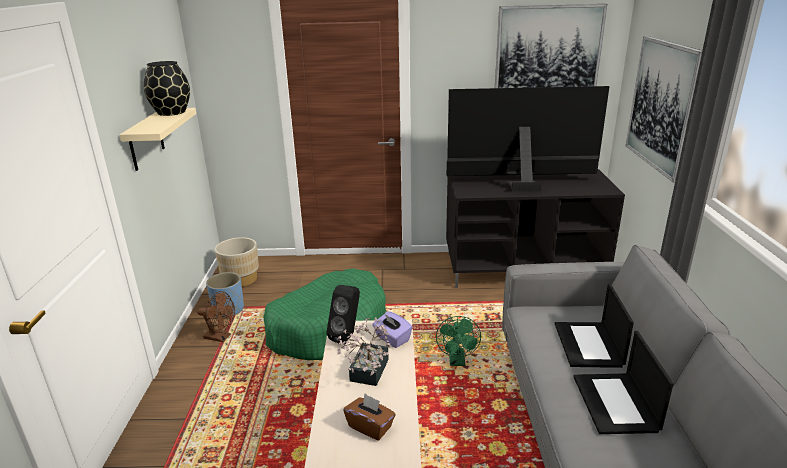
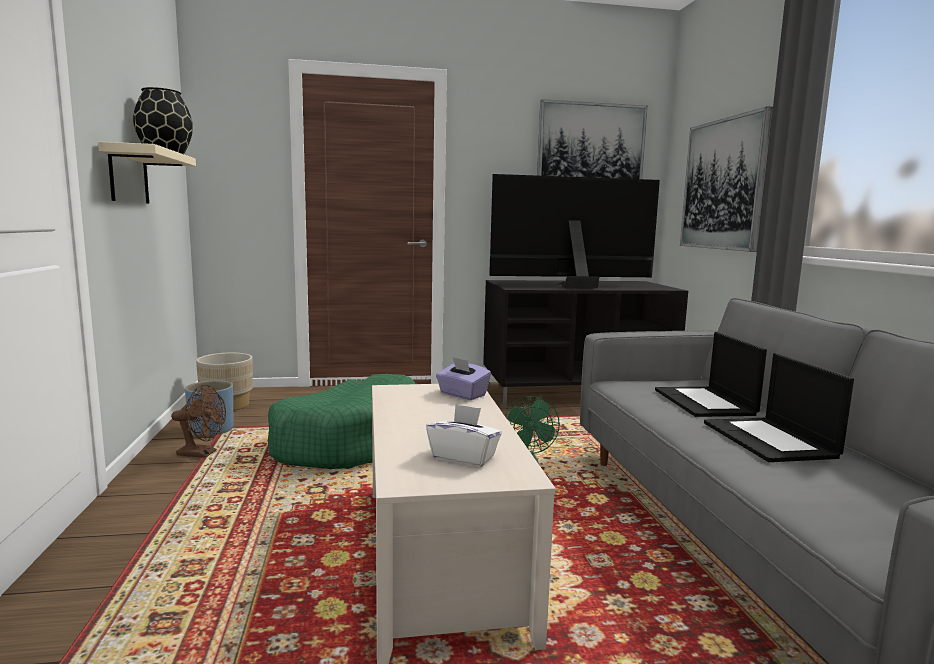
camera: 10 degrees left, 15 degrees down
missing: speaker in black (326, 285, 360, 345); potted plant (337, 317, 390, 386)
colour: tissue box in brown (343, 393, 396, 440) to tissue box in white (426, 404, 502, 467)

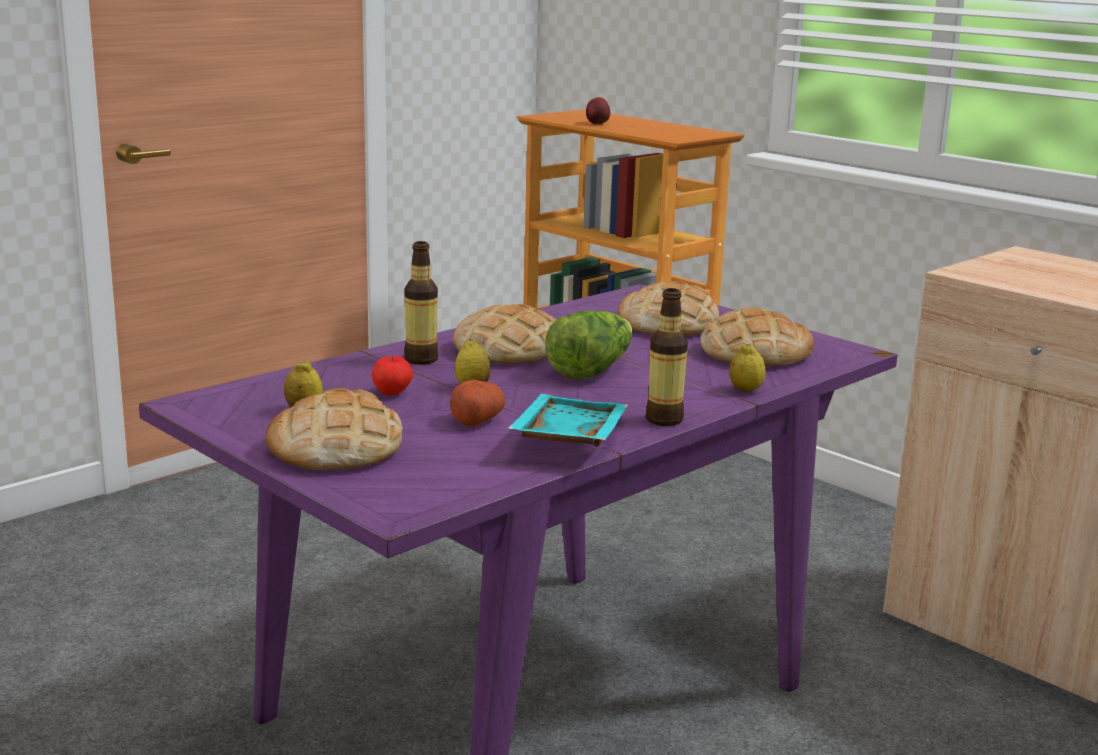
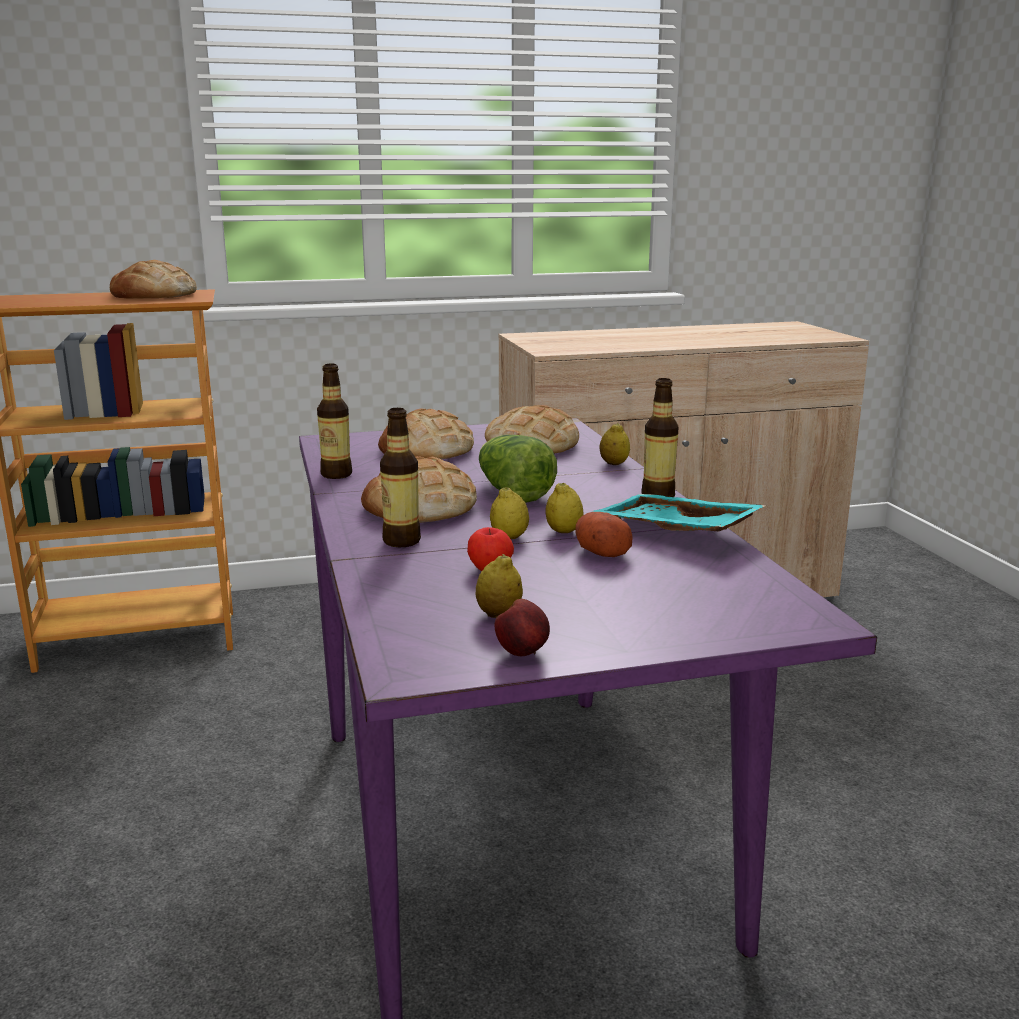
camera: 60 degrees left, 0 degrees up
appeared: bottle (317, 364, 352, 479); lemon (545, 482, 583, 533)
relocated: bread (265, 388, 403, 470) to (110, 260, 197, 299); apple (586, 97, 610, 124) to (494, 599, 550, 656)

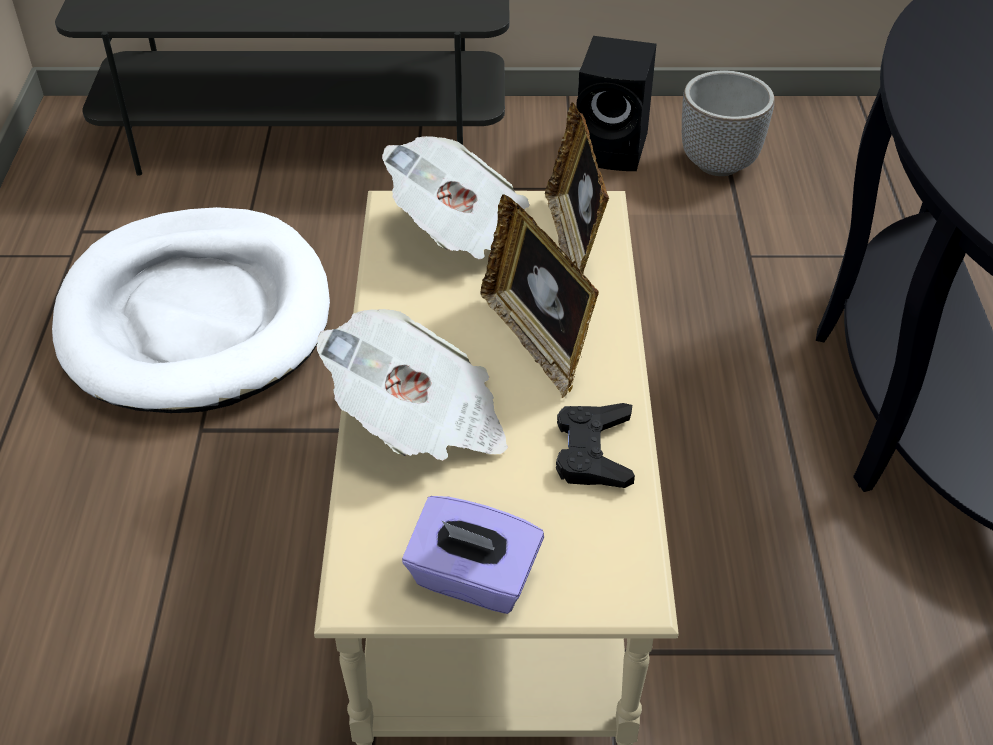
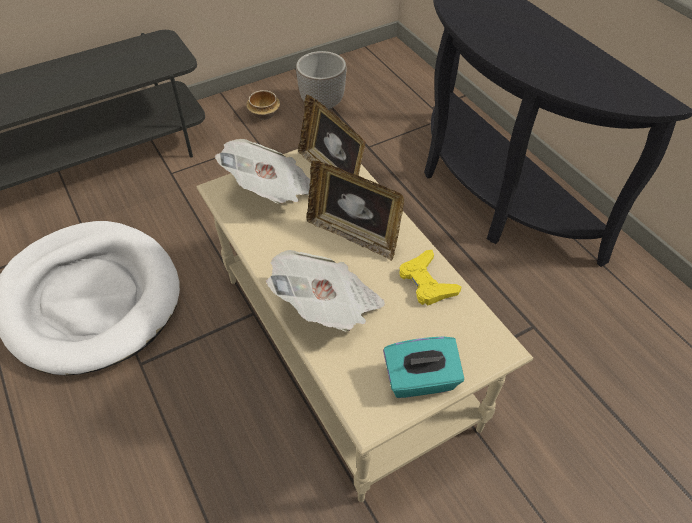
camera: 30 degrees left, 5 degrees up
exchanged: speaker in black (576, 36, 657, 171) to bowl (246, 90, 280, 120)
colour: tissue box in purple (402, 496, 544, 614) to tissue box in turquoise (383, 337, 464, 398); game controller in black (556, 403, 635, 488) to game controller in yellow (399, 250, 462, 305)

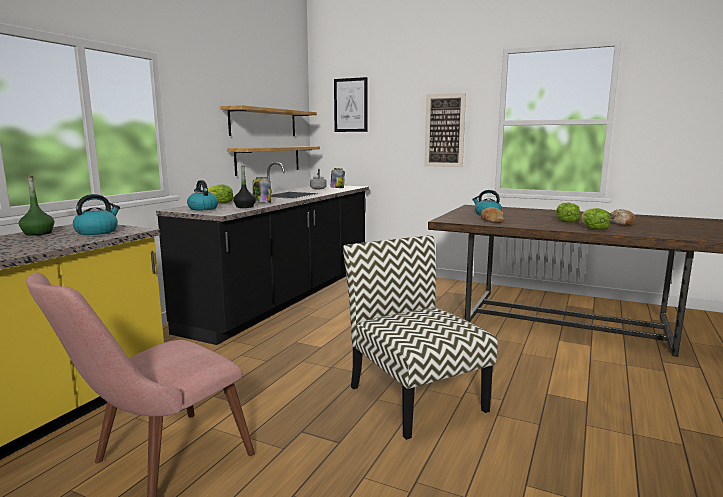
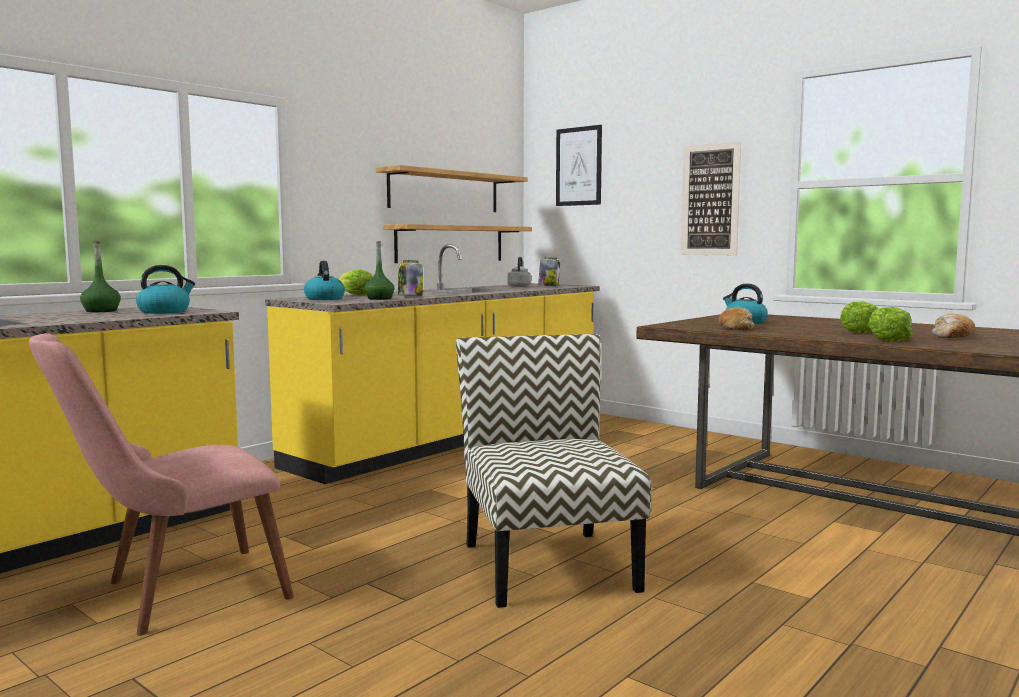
camera: 15 degrees right, 5 degrees down
colour: counter in black (156, 162, 369, 345) to counter in yellow (265, 244, 600, 484); bottle in black (233, 165, 256, 208) to bottle in green (364, 241, 395, 300)

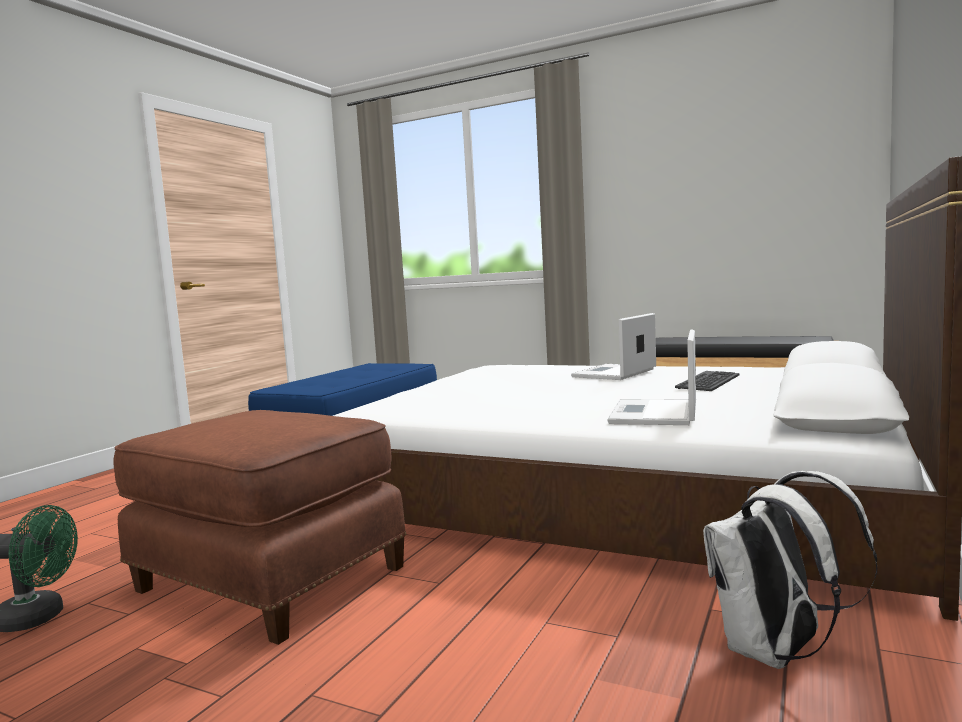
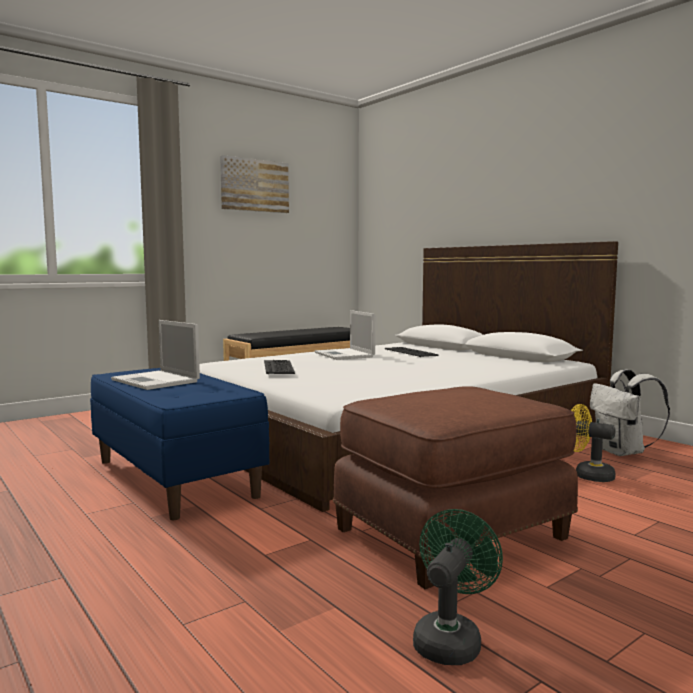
camera: 65 degrees left, 0 degrees up
appeared: picture (220, 155, 289, 213); keyboard (264, 360, 295, 374); fan in yellow (571, 404, 616, 482)
relocated: laptop (607, 329, 696, 425) to (111, 320, 200, 390)

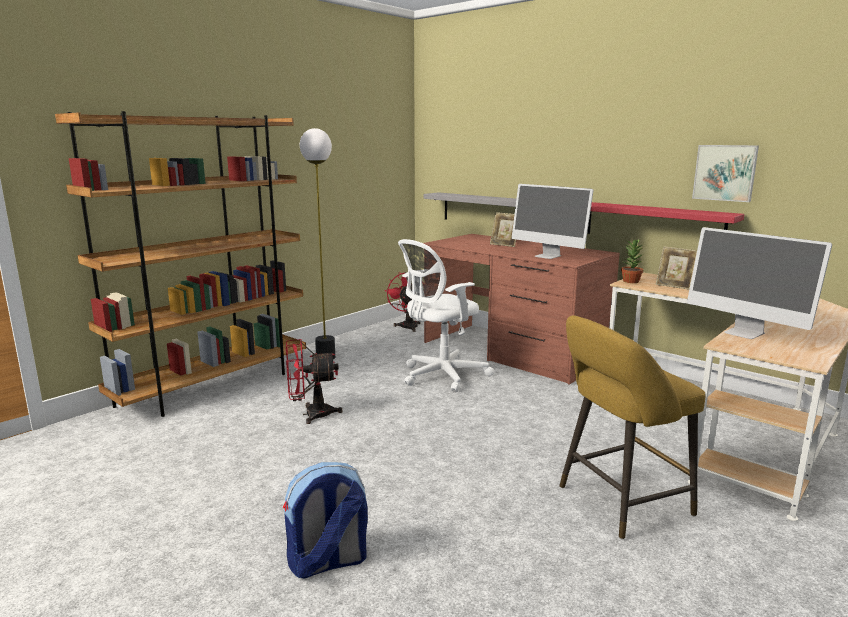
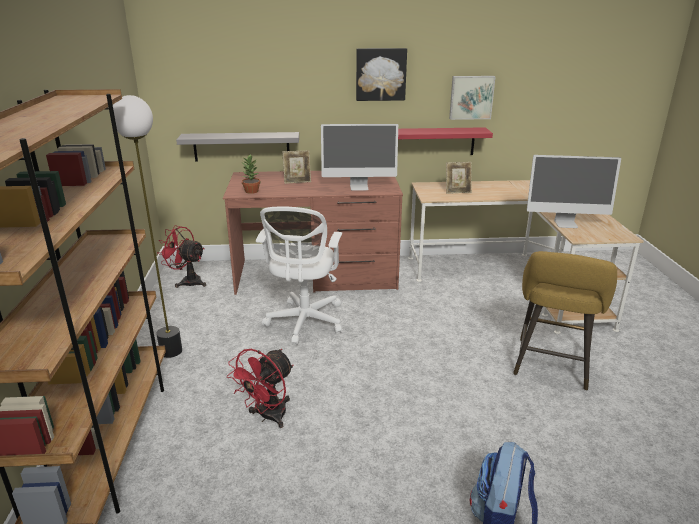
camera: 45 degrees left, 10 degrees up
appeared: picture (356, 48, 407, 101)
relocated: potted plant (621, 239, 644, 283) to (242, 154, 260, 194)

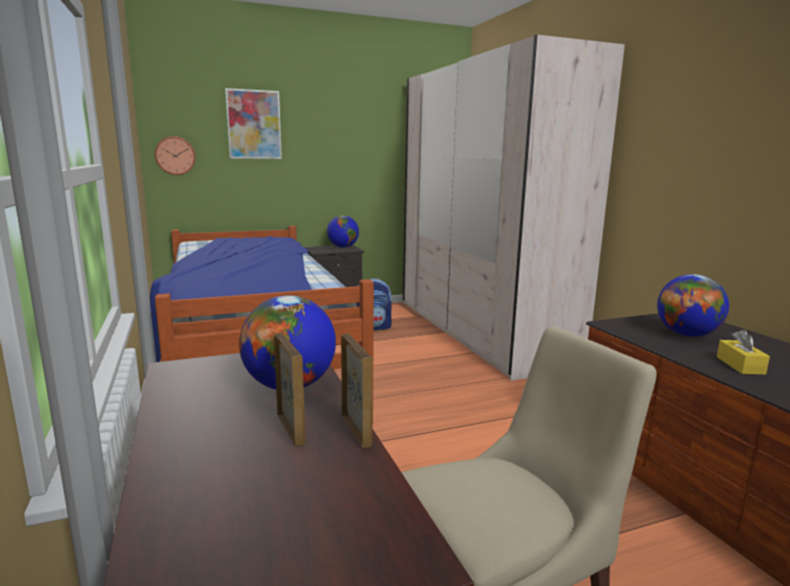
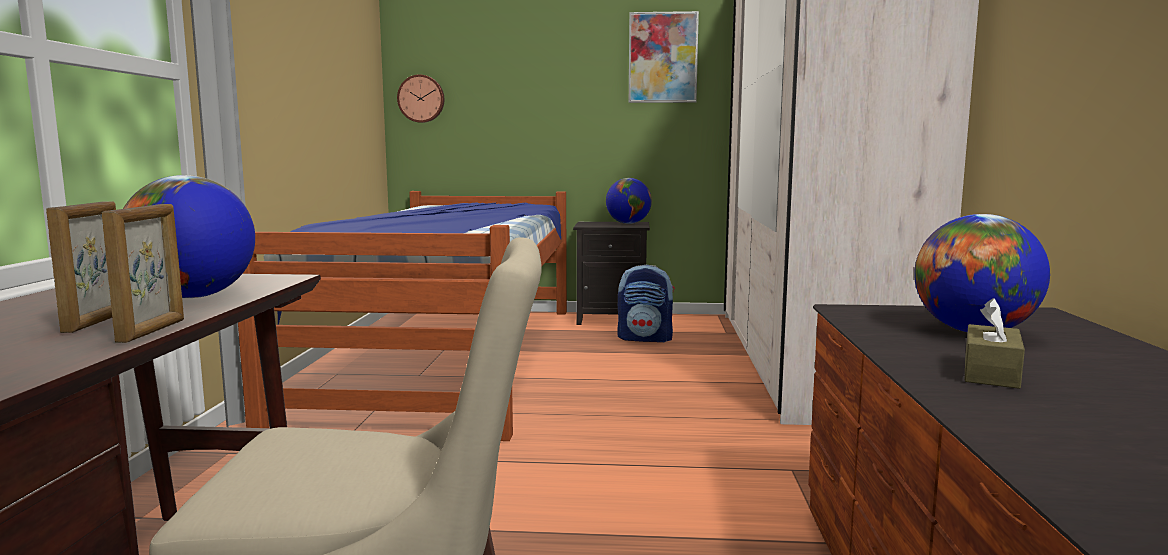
camera: 25 degrees right, 5 degrees down
relocated: picture (225, 88, 282, 159) to (629, 11, 699, 103)
colour: tissue box in yellow (717, 329, 770, 375) to tissue box in brown (965, 298, 1025, 389)

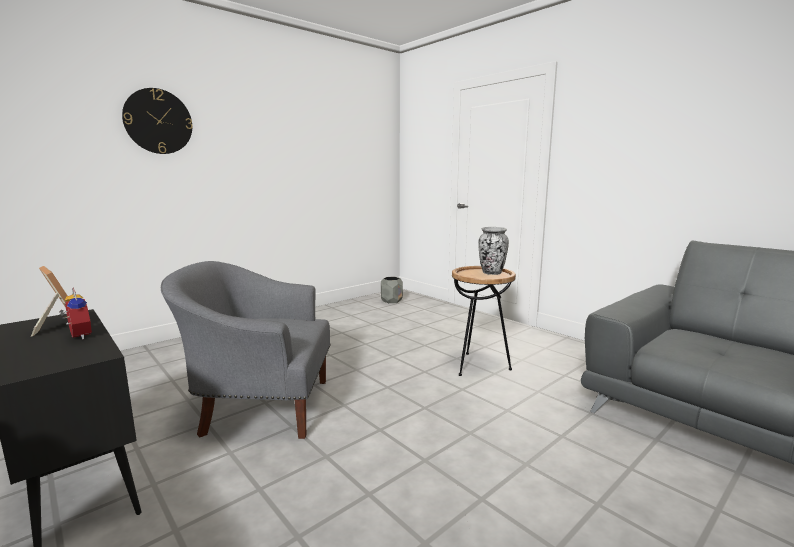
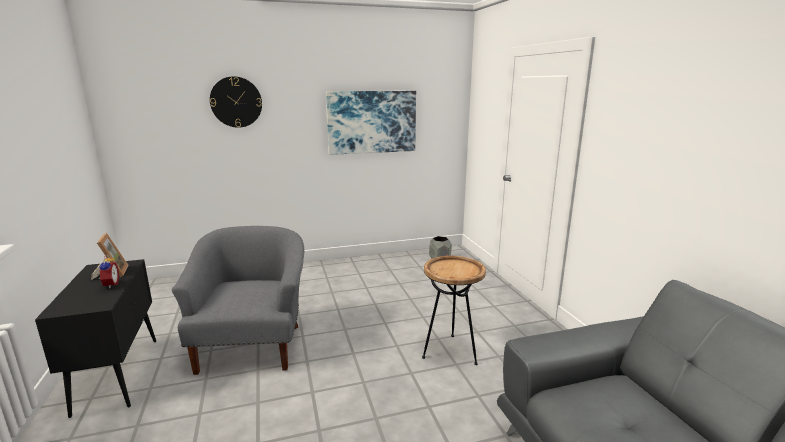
camera: 25 degrees right, 5 degrees up
missing: vase (478, 227, 509, 275)
appeared: picture (326, 91, 416, 155)
spun: armchair in grey (161, 261, 331, 439) = (172, 226, 304, 375) 60 degrees clockwise

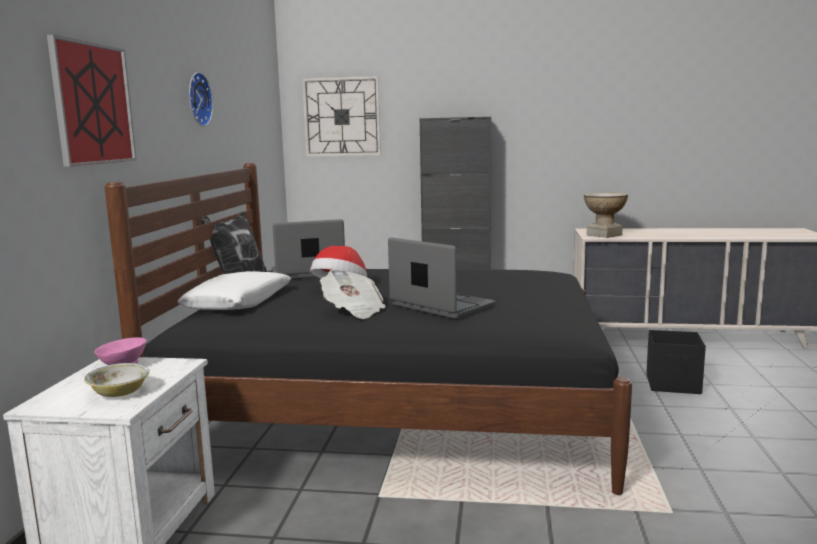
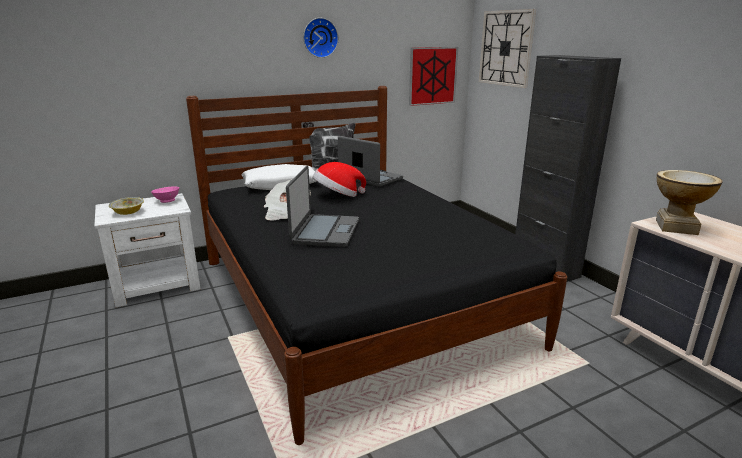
camera: 55 degrees right, 10 degrees up
missing: storage box in black (646, 330, 706, 394)
relocated: picture (47, 35, 137, 167) to (409, 47, 458, 106)

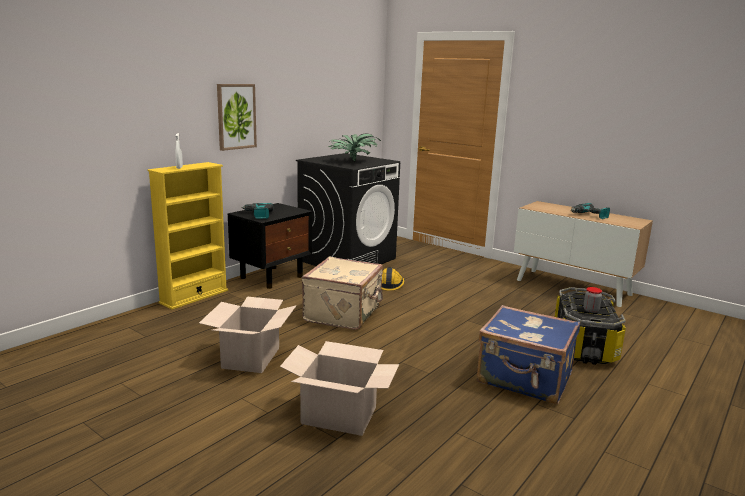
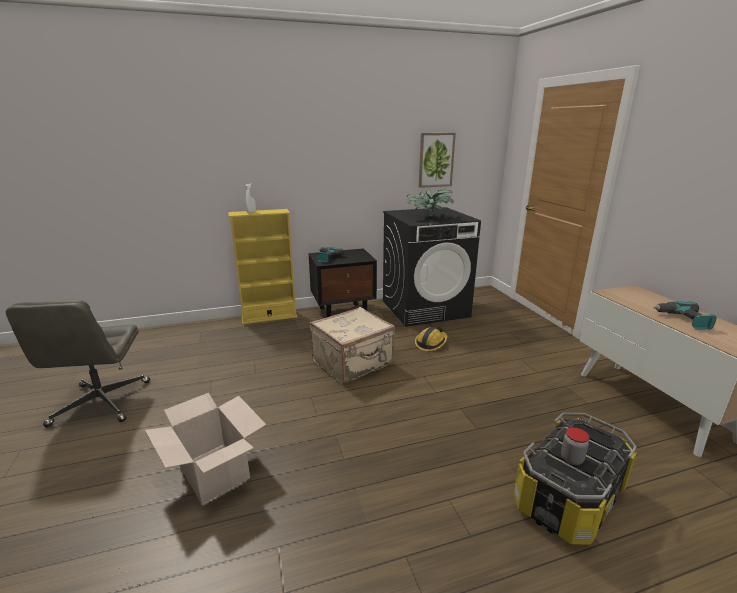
camera: 35 degrees right, 5 degrees up
missing: cardboard box (199, 297, 297, 373); suitcase in blue (477, 305, 580, 404)
appeared: office chair in grey (6, 300, 150, 428)
relocated: picture (217, 84, 257, 151) to (419, 133, 456, 188)

